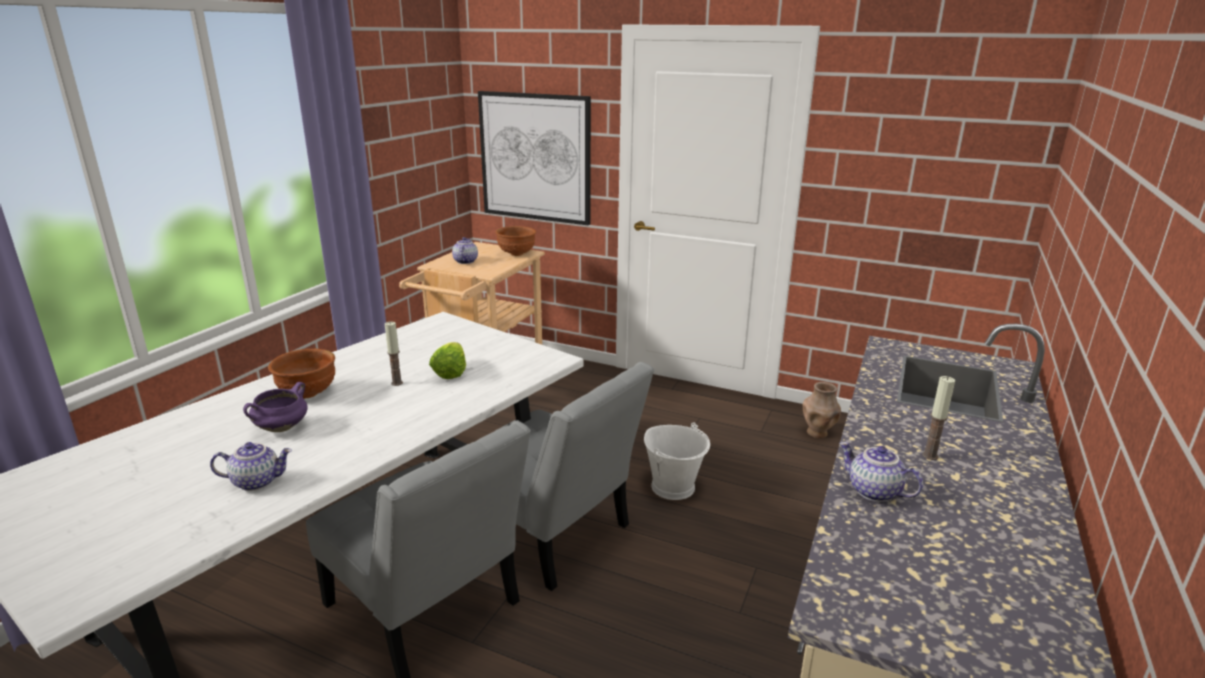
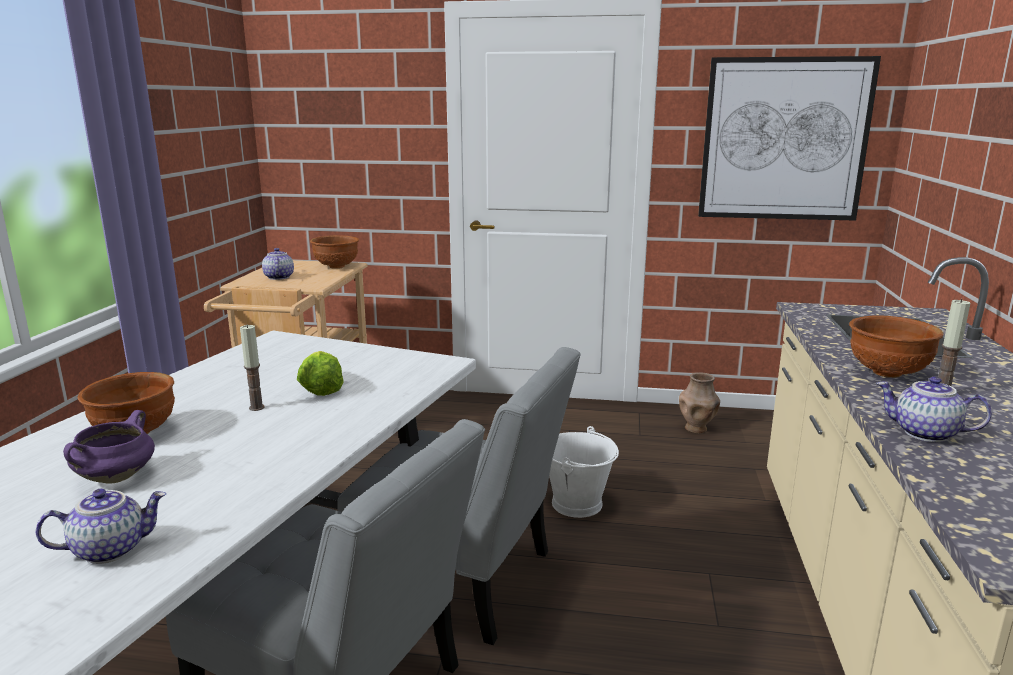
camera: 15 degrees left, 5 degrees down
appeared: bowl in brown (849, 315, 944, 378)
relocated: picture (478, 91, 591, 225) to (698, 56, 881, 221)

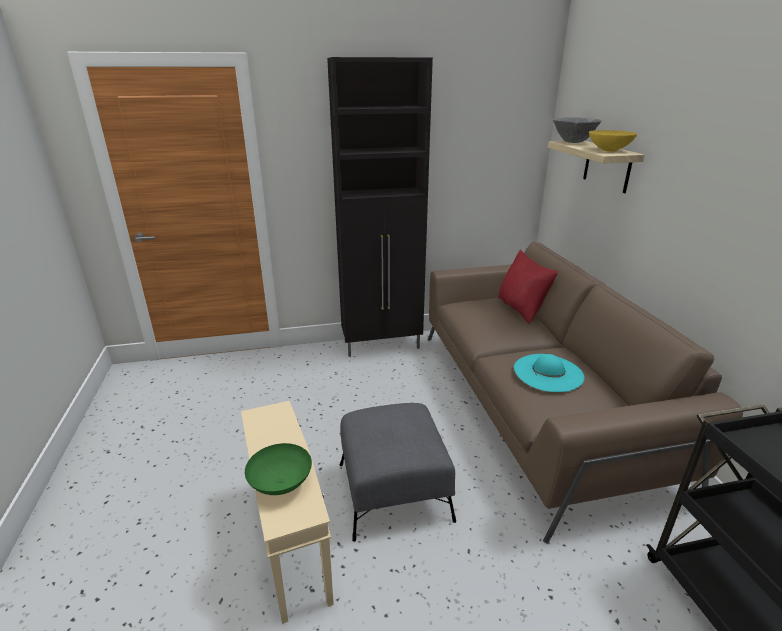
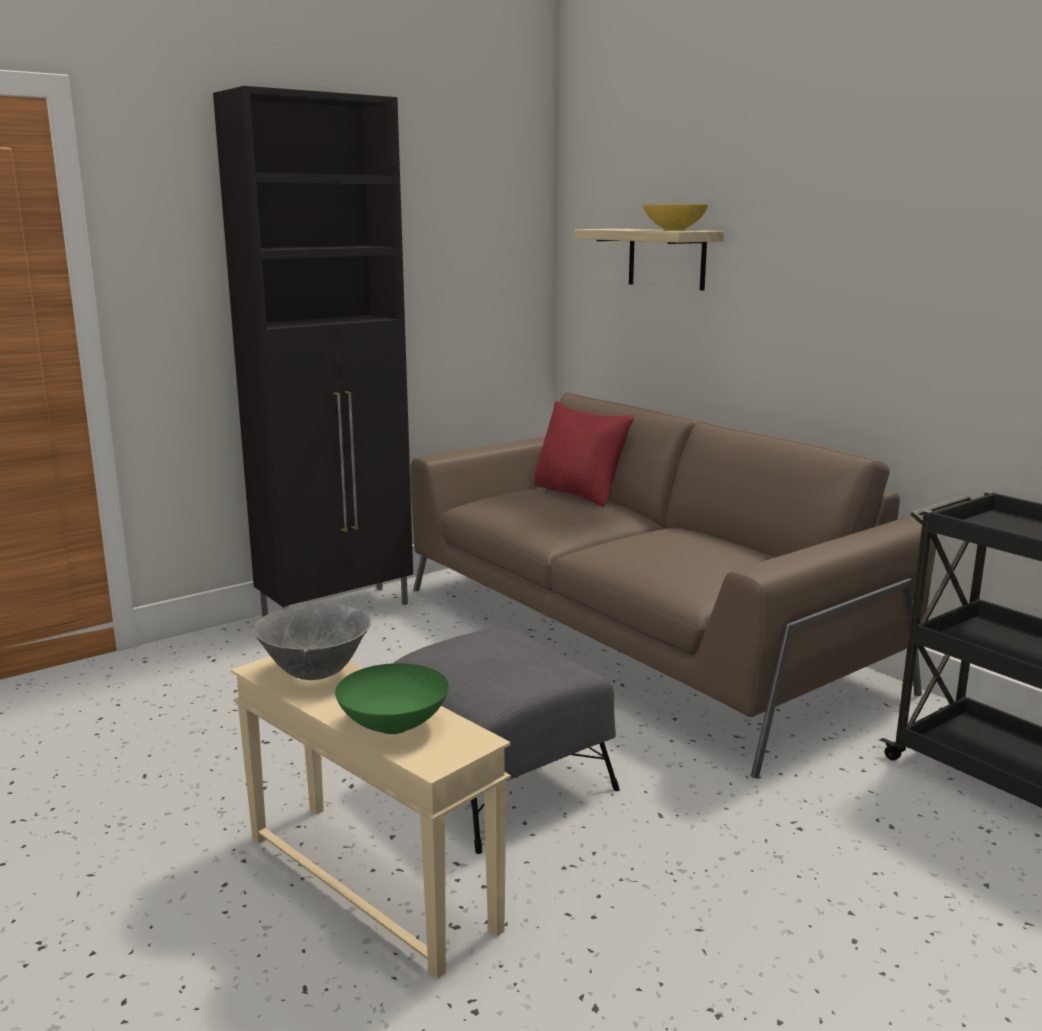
camera: 25 degrees left, 10 degrees down
missing: hat in turquoise (514, 354, 585, 392)
relocated: bowl in grey (553, 117, 602, 143) to (253, 603, 371, 680)

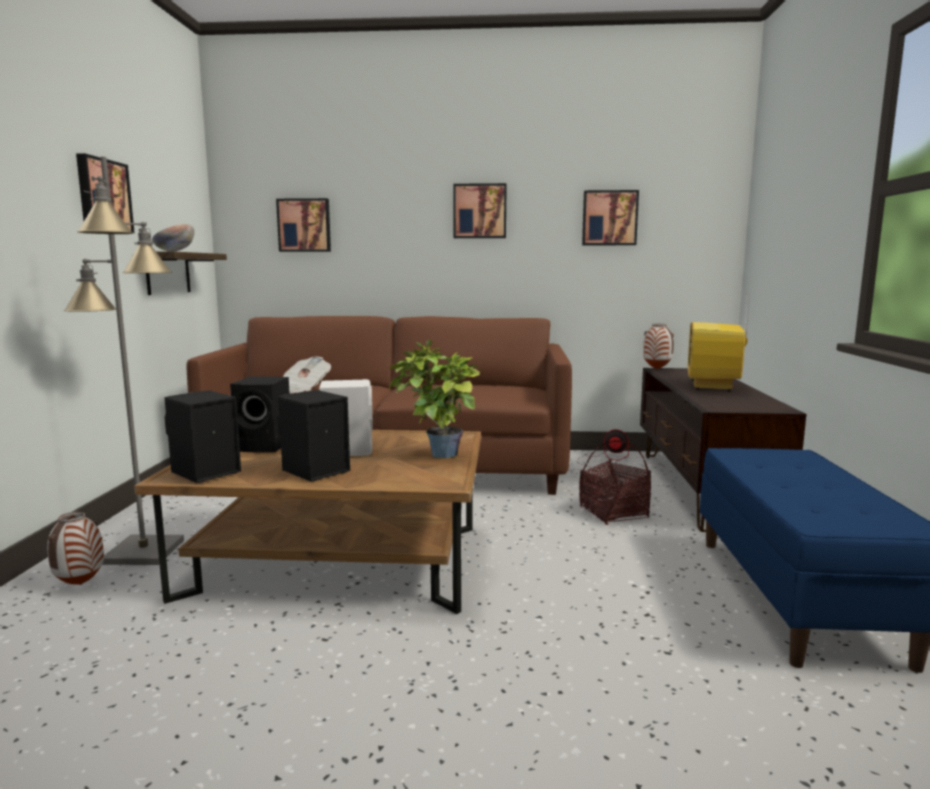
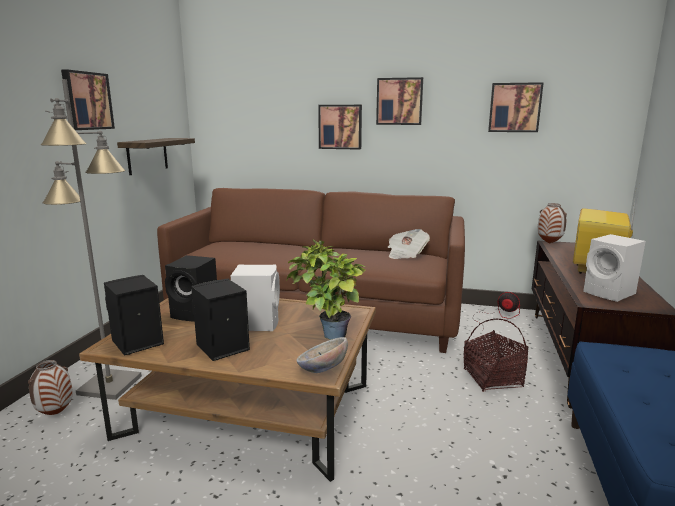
camera: 10 degrees right, 5 degrees up
appeared: speaker in white (583, 234, 646, 302)
relocated: bowl (152, 224, 195, 252) to (296, 337, 348, 373); picture (276, 198, 331, 252) to (318, 105, 362, 150); newspaper (284, 356, 331, 394) to (388, 229, 430, 259)

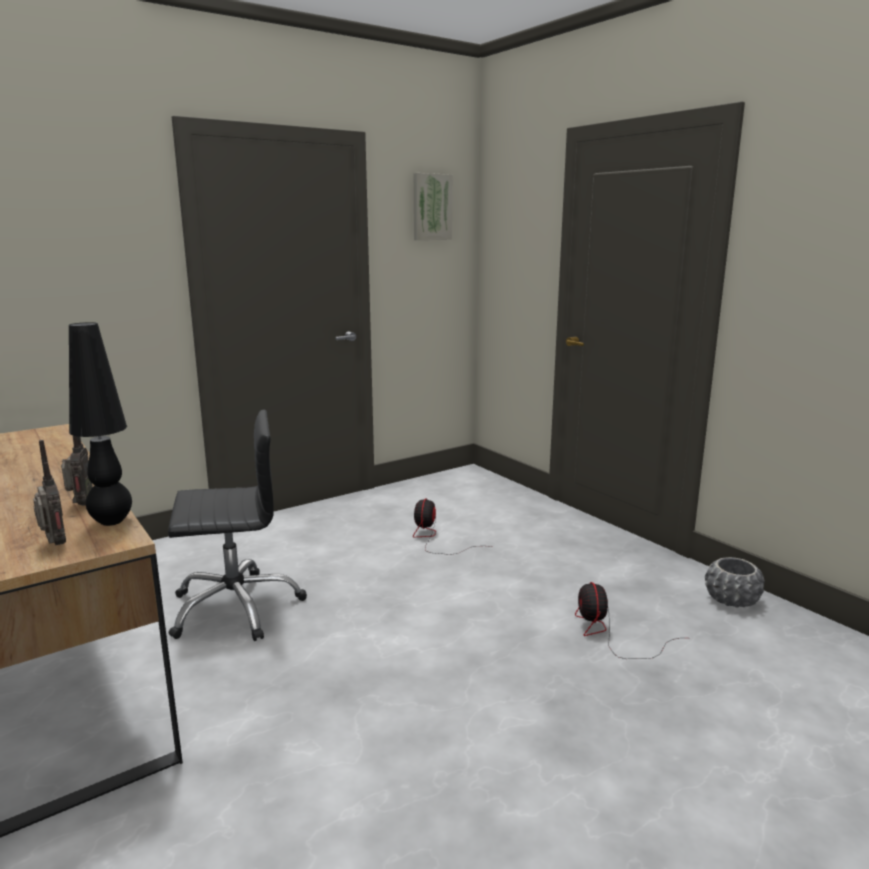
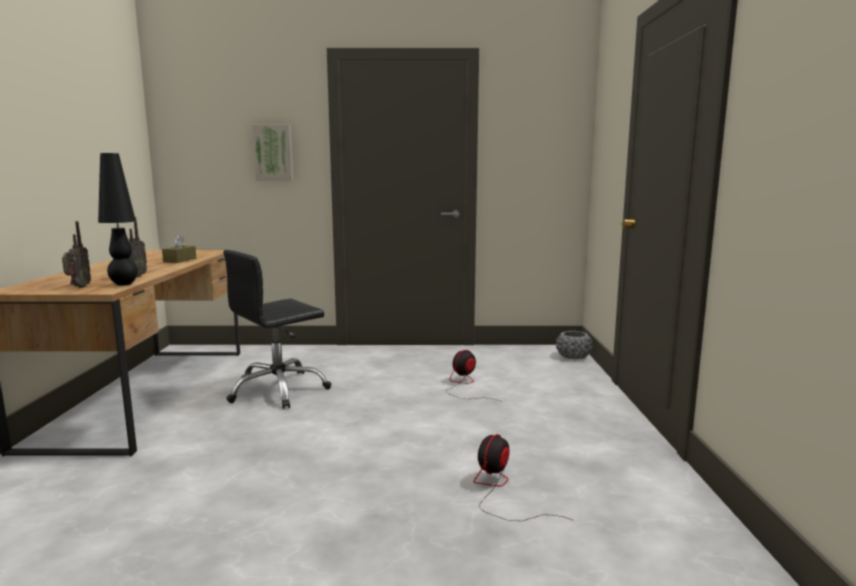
camera: 35 degrees right, 5 degrees down
appeared: tissue box in brown (162, 235, 196, 263)
relocated: picture (414, 173, 452, 240) to (252, 125, 293, 181); planter in grey (705, 557, 765, 607) to (556, 331, 593, 359)
spun: office chair in black (168, 410, 307, 641) = (223, 250, 332, 409) 120 degrees clockwise

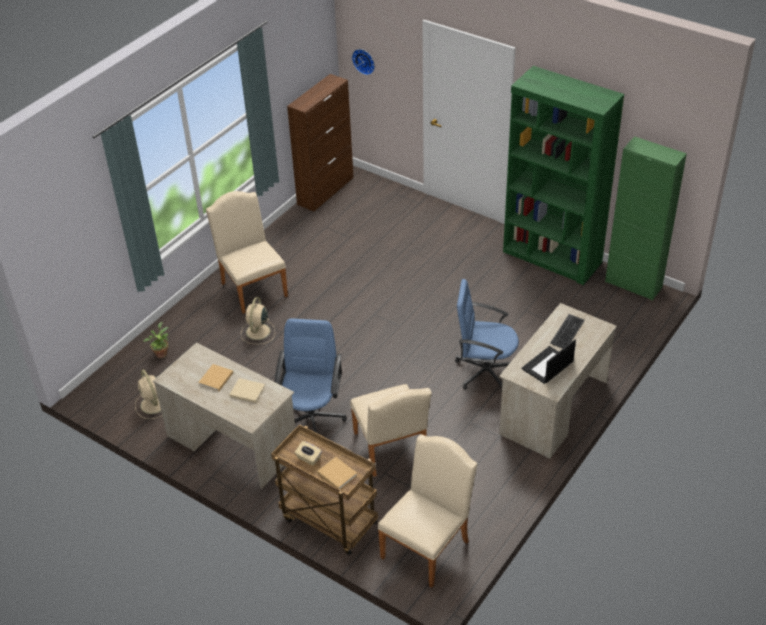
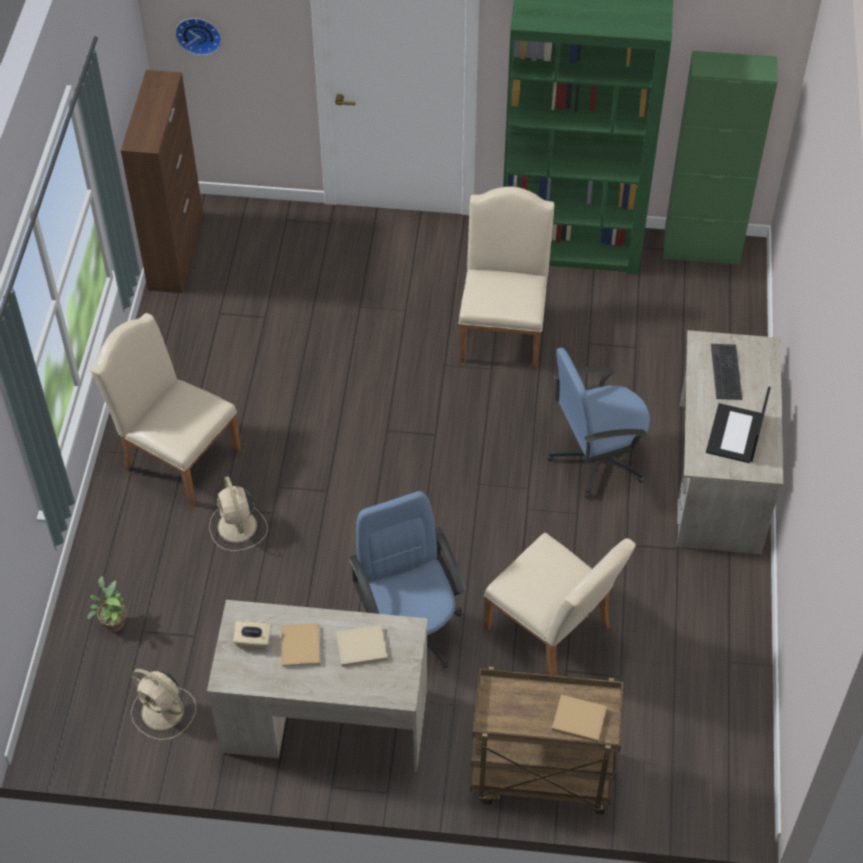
camera: 30 degrees left, 10 degrees up
relocated: tissue box in beige (295, 441, 322, 466) to (233, 620, 272, 649); chair in beige (378, 434, 478, 588) to (459, 187, 554, 370)

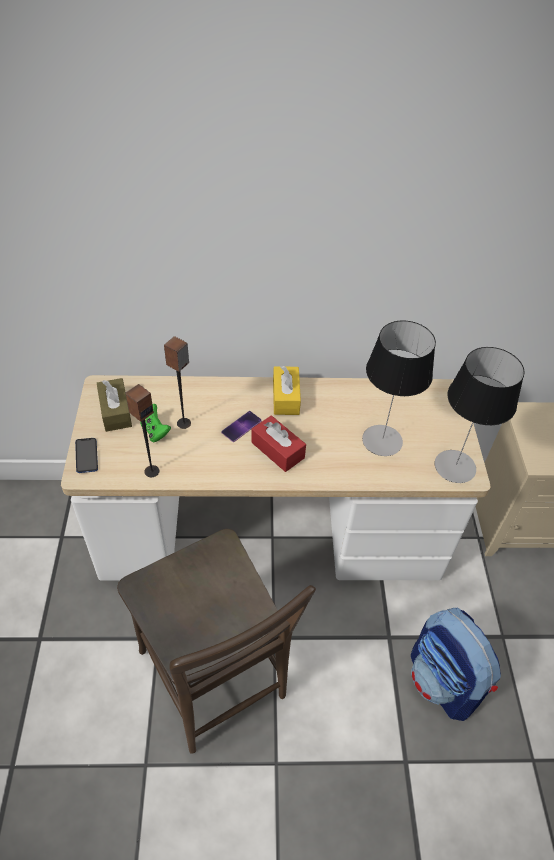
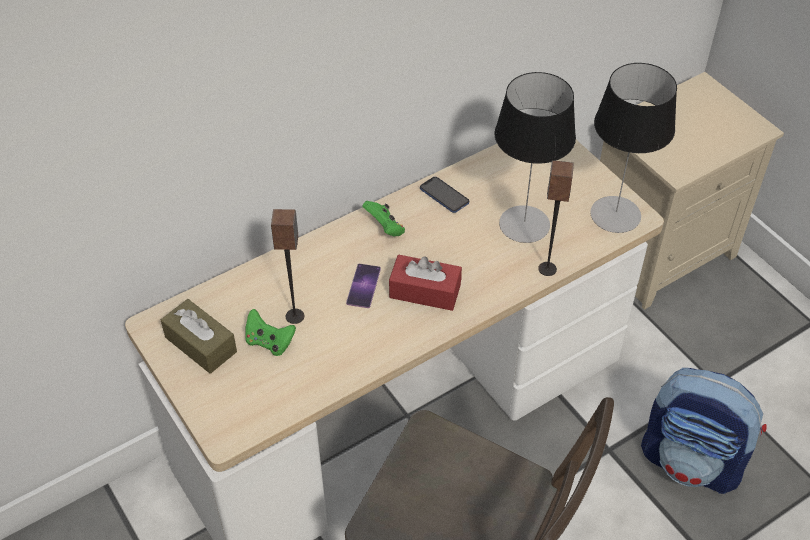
camera: 30 degrees left, 0 degrees up
relocated: phone (75, 438, 98, 473) to (420, 177, 469, 213); speaker (125, 384, 159, 477) to (538, 160, 574, 276)
exchanged: tissue box in yellow (273, 365, 301, 415) to game controller in green (362, 201, 405, 236)

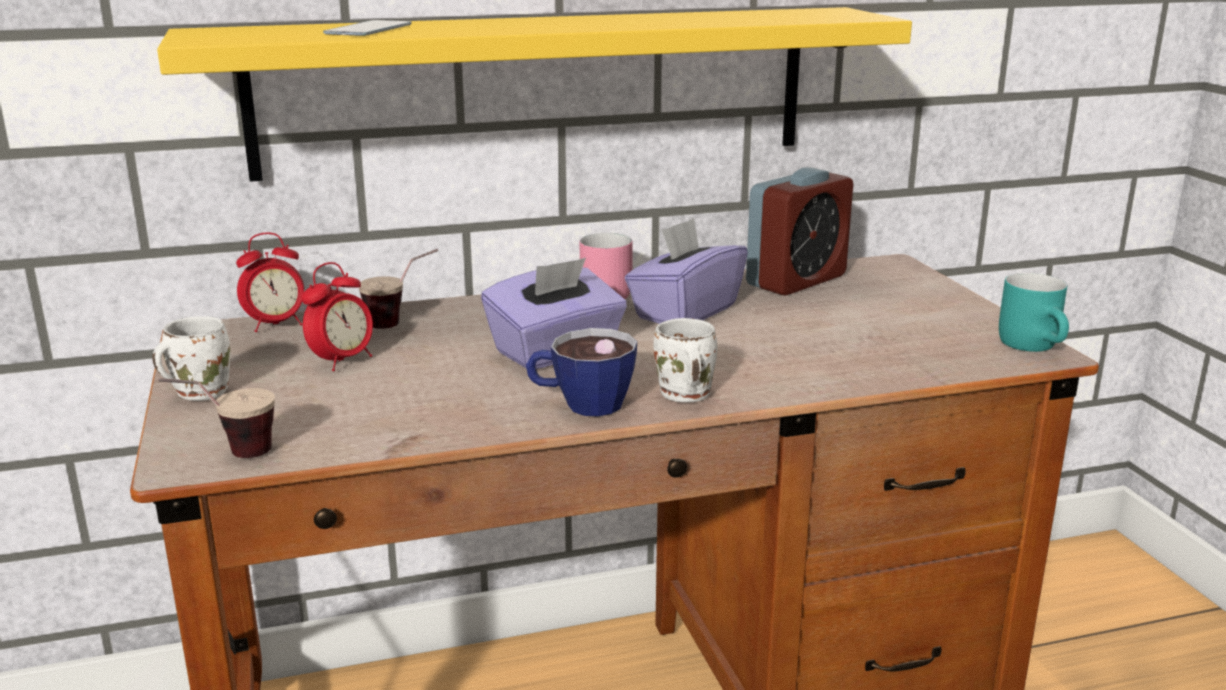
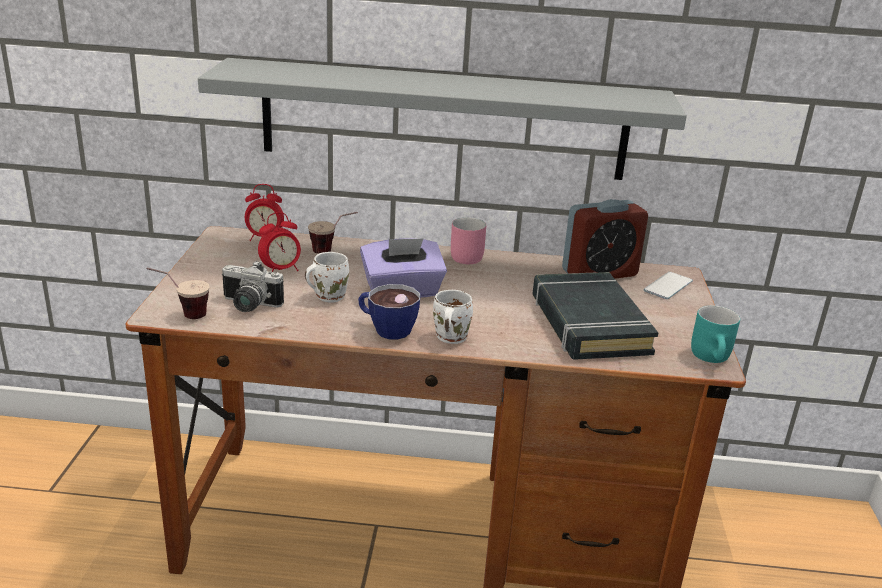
camera: 20 degrees right, 5 degrees up
missing: tissue box in purple (625, 218, 748, 324)
appeared: photo camera (222, 260, 284, 312); book in black (532, 272, 658, 360)
relocated: mug in white (152, 316, 230, 401) to (305, 252, 349, 303); phone (323, 20, 412, 36) to (644, 272, 693, 299)
colour: shelf in yellow (157, 7, 912, 182) to shelf in grey (198, 58, 687, 180)

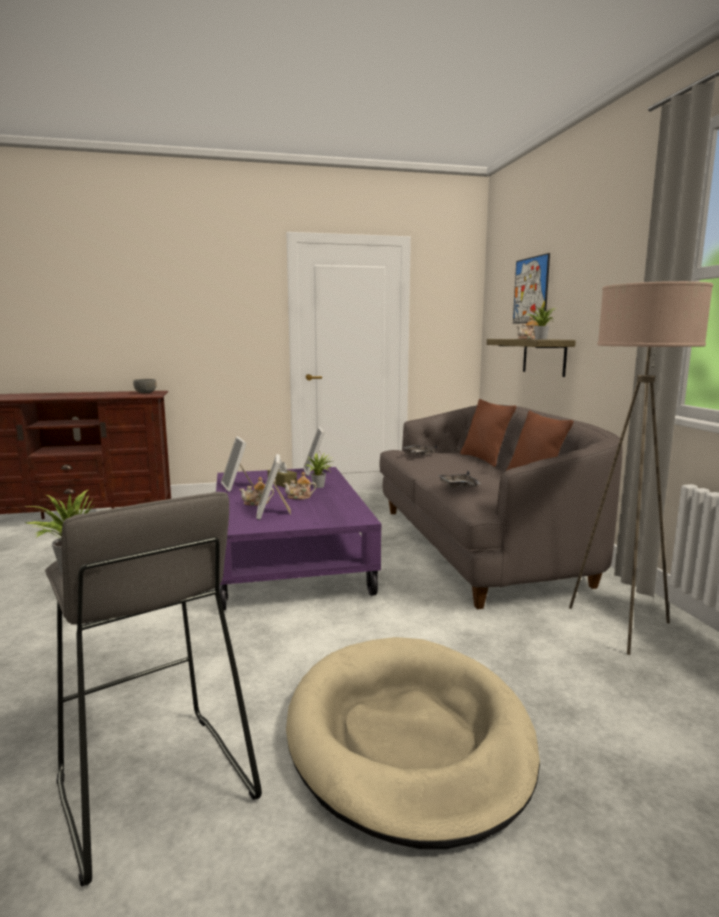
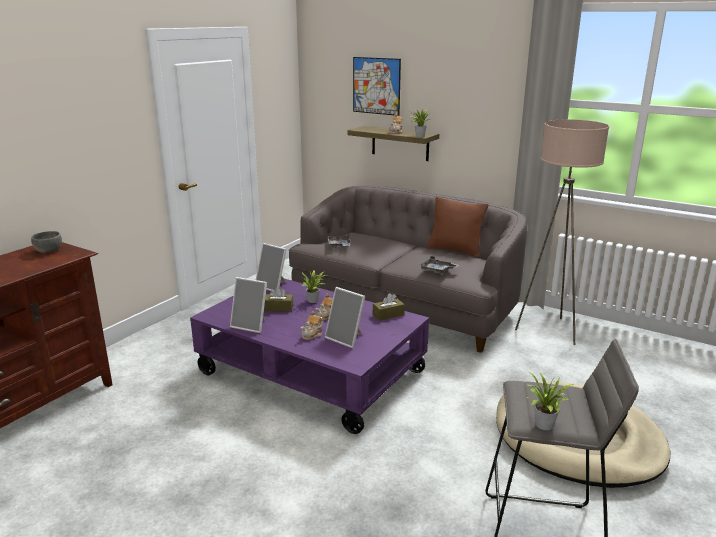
camera: 45 degrees left, 10 degrees up
missing: pillow in brown (460, 399, 516, 467)
appeared: tissue box in brown (373, 293, 405, 321)

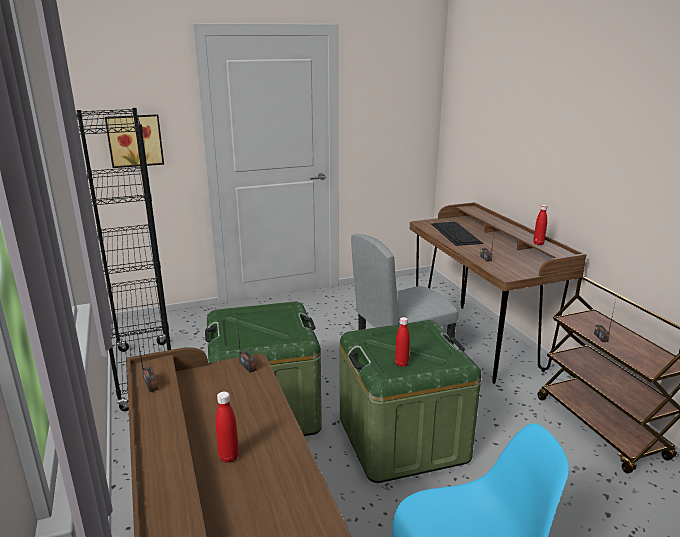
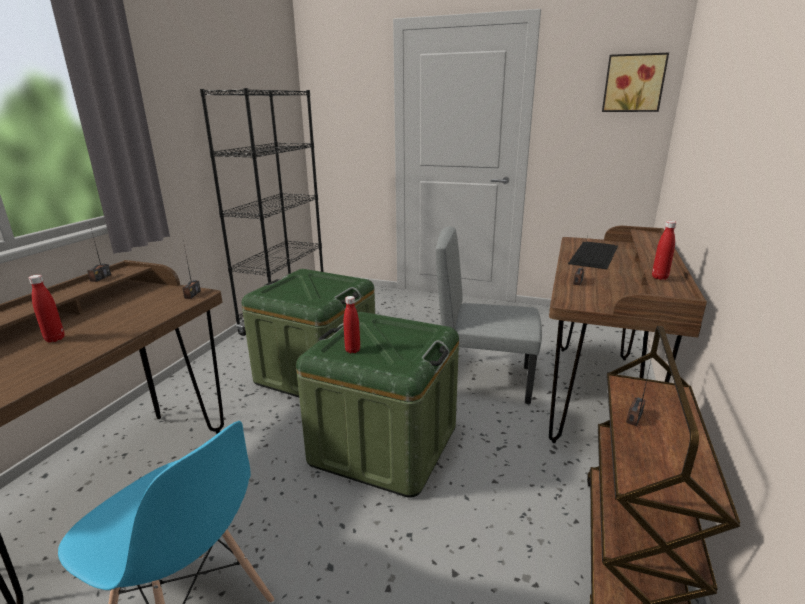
camera: 40 degrees right, 0 degrees up
relocated: picture (105, 114, 164, 168) to (602, 53, 669, 112)

